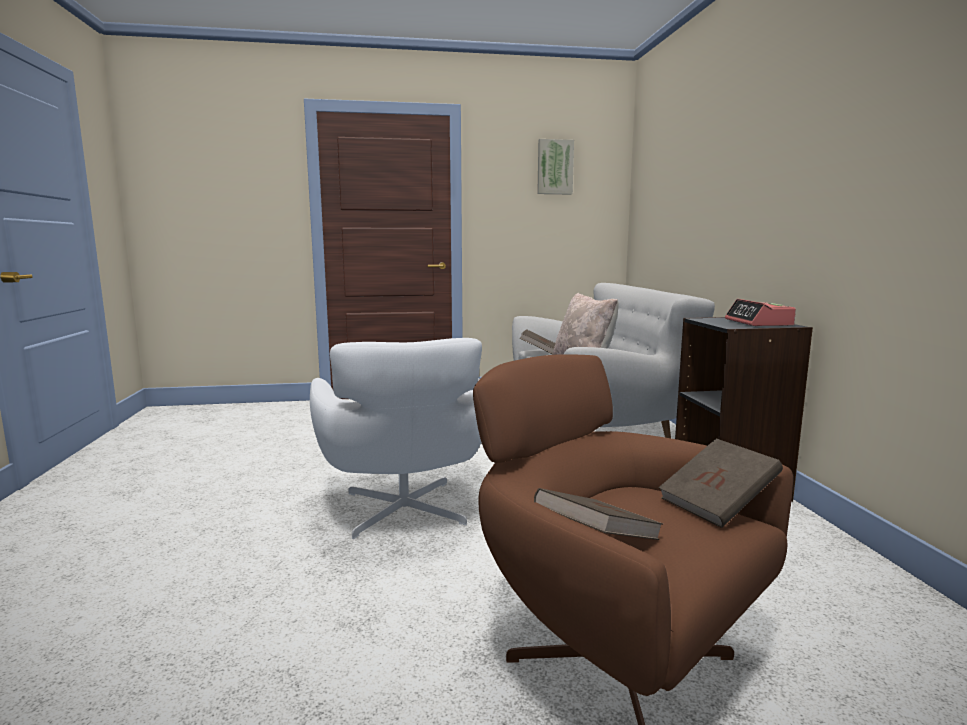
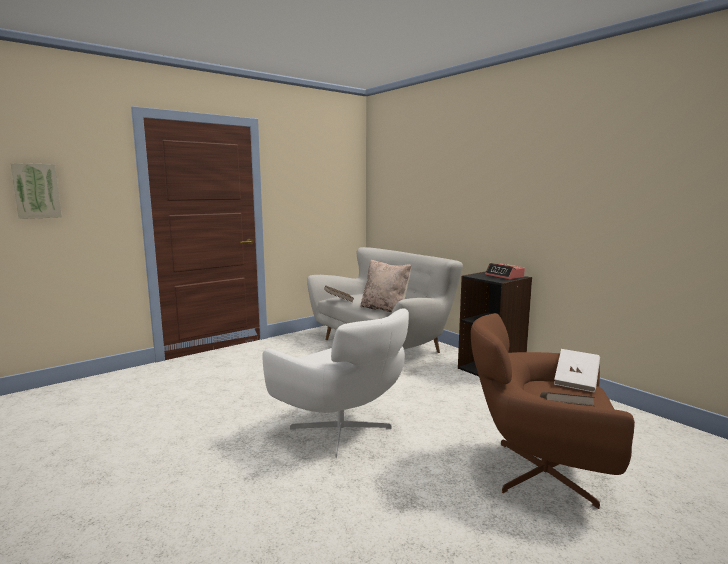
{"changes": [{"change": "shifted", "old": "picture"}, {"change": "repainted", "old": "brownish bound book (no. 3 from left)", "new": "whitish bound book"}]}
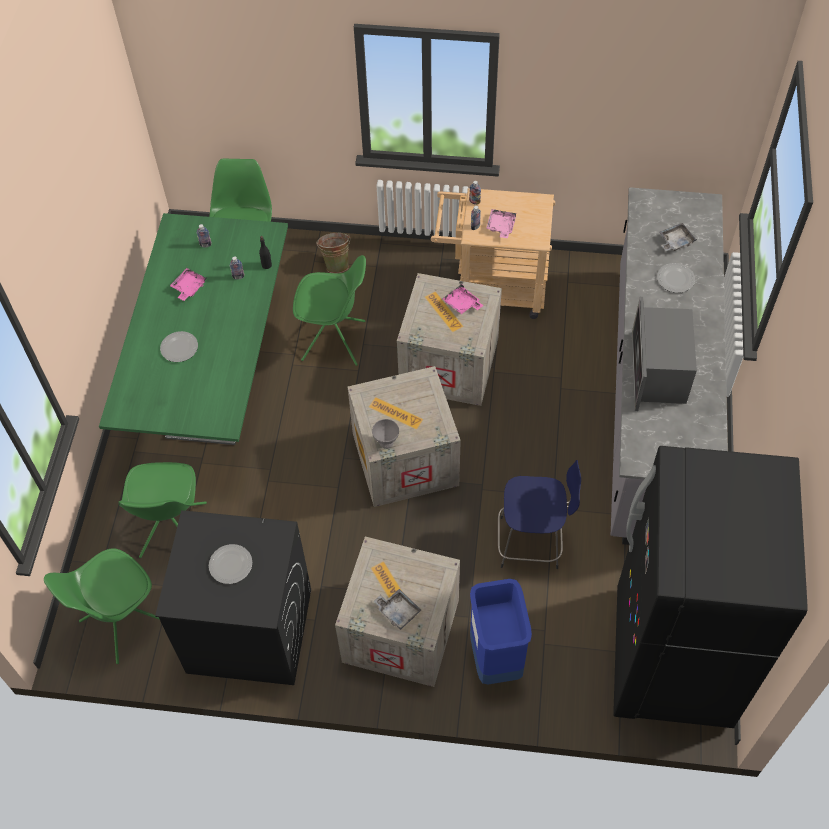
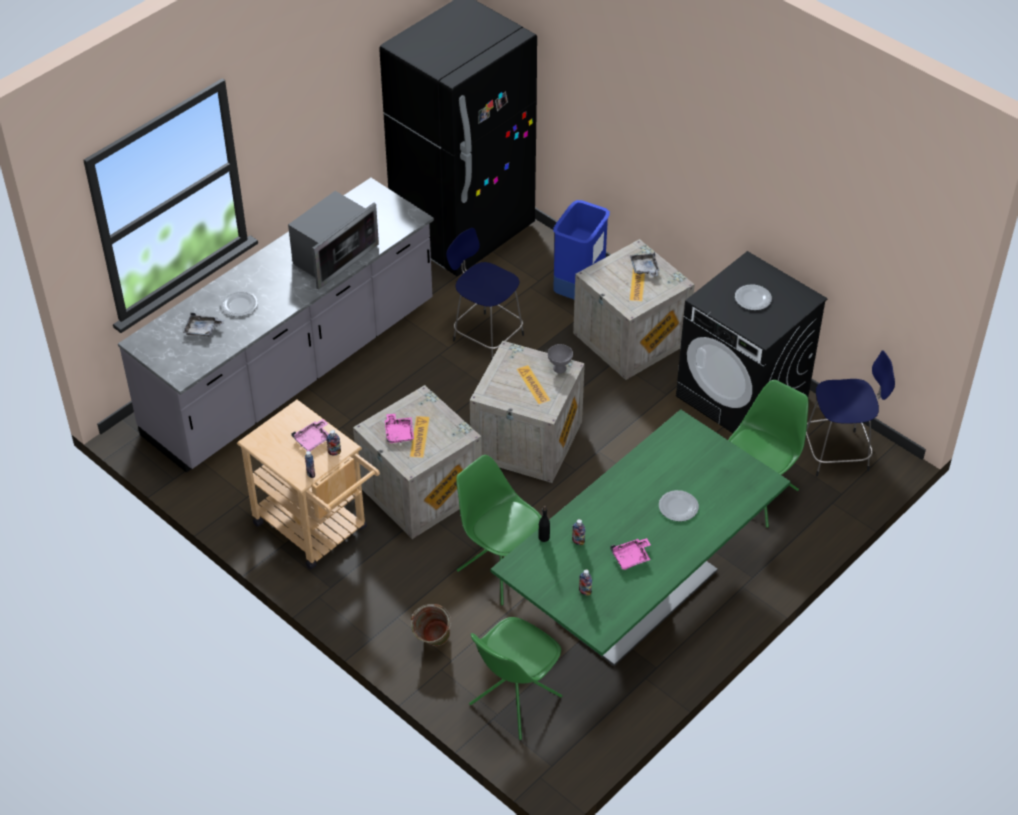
{"changes": [{"change": "swapped", "old": "green-coloured upright chair (no. 1 from left)", "new": "blue sitting stool (no. 2 from left)"}]}
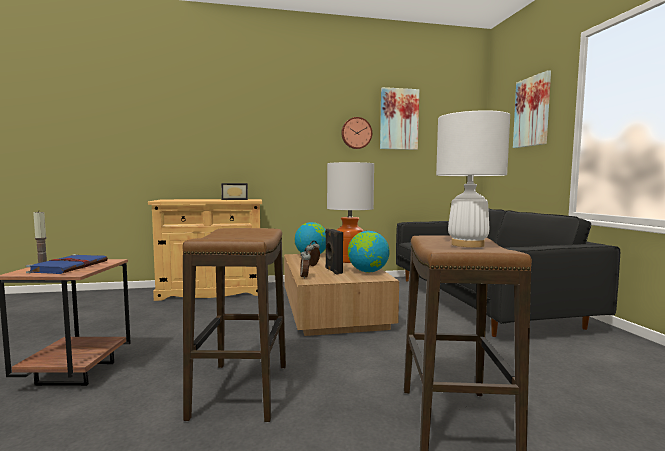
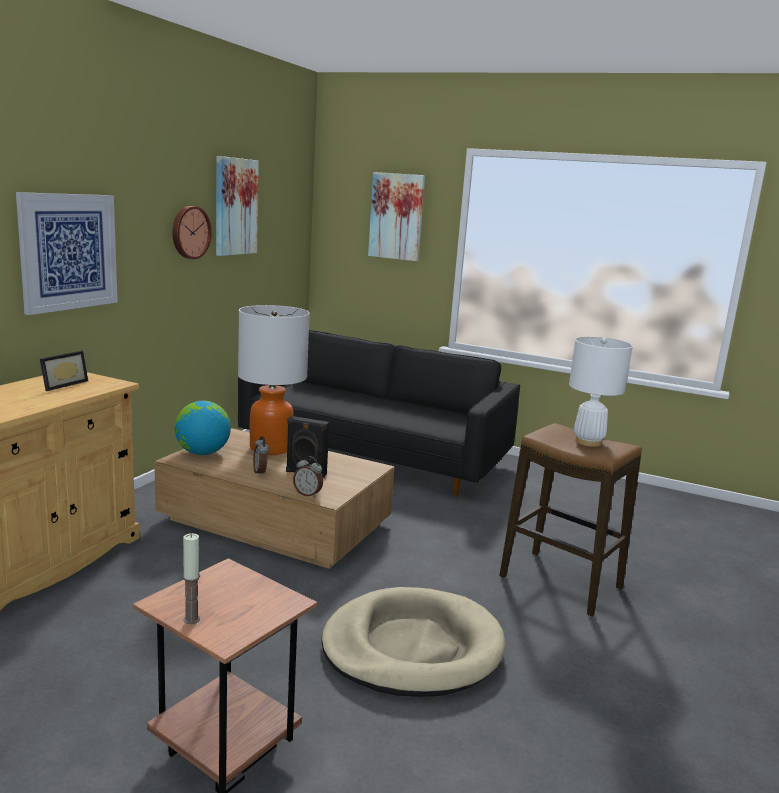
{"changes": [{"change": "new", "new": "picture (no. 1 from left)"}, {"change": "swapped", "old": "sitting stool (no. 1 from left)", "new": "beige-coloured pet bed"}, {"change": "gone", "old": "blue bound book"}, {"change": "gone", "old": "globe (no. 2 from left)"}]}
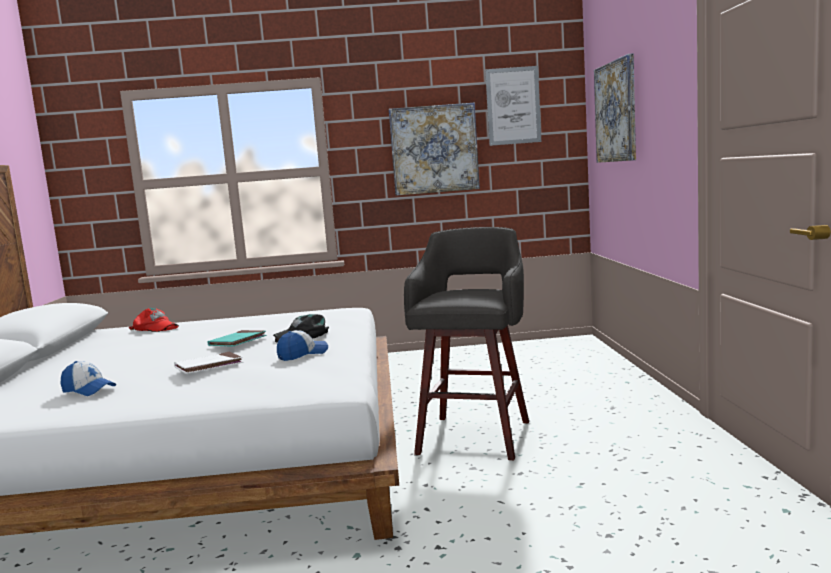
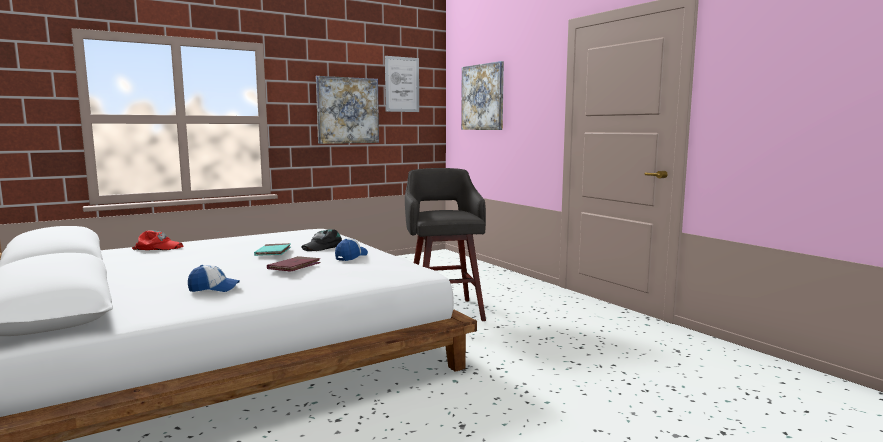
{"changes": [{"change": "repainted", "old": "whitish bound book", "new": "red-coloured bound book"}]}
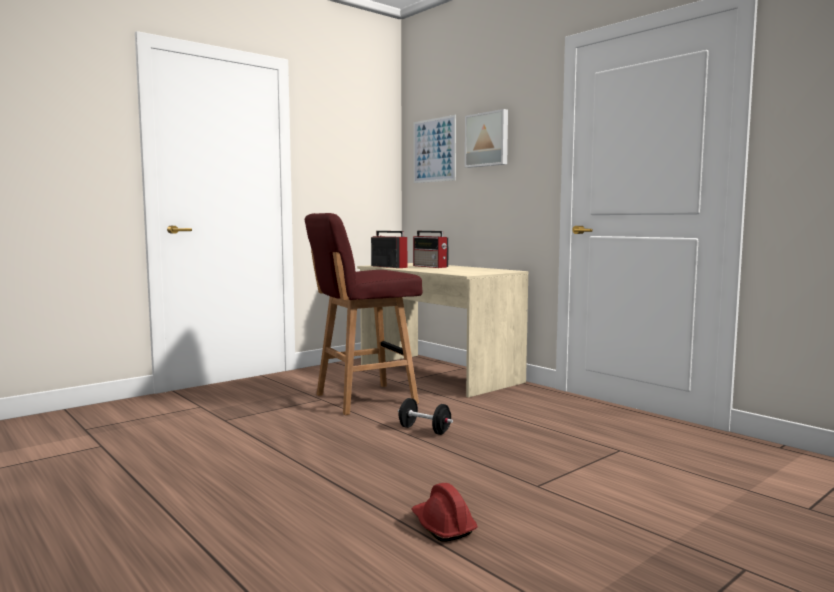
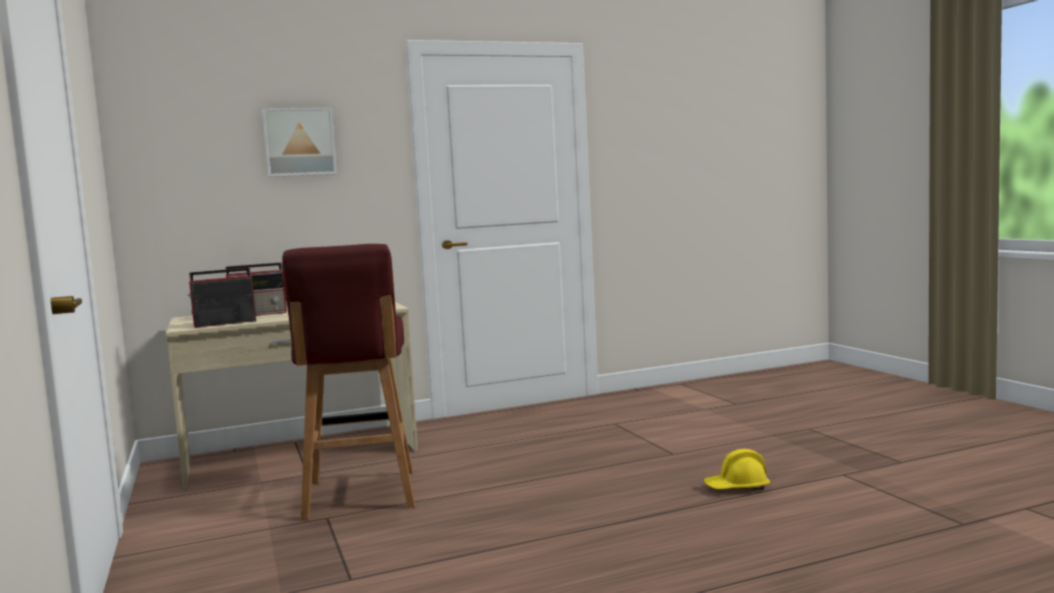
{"changes": [{"change": "repainted", "old": "red-coloured hard hat", "new": "yellow hard hat"}, {"change": "gone", "old": "black free weight"}, {"change": "gone", "old": "picture (no. 1 from left)"}]}
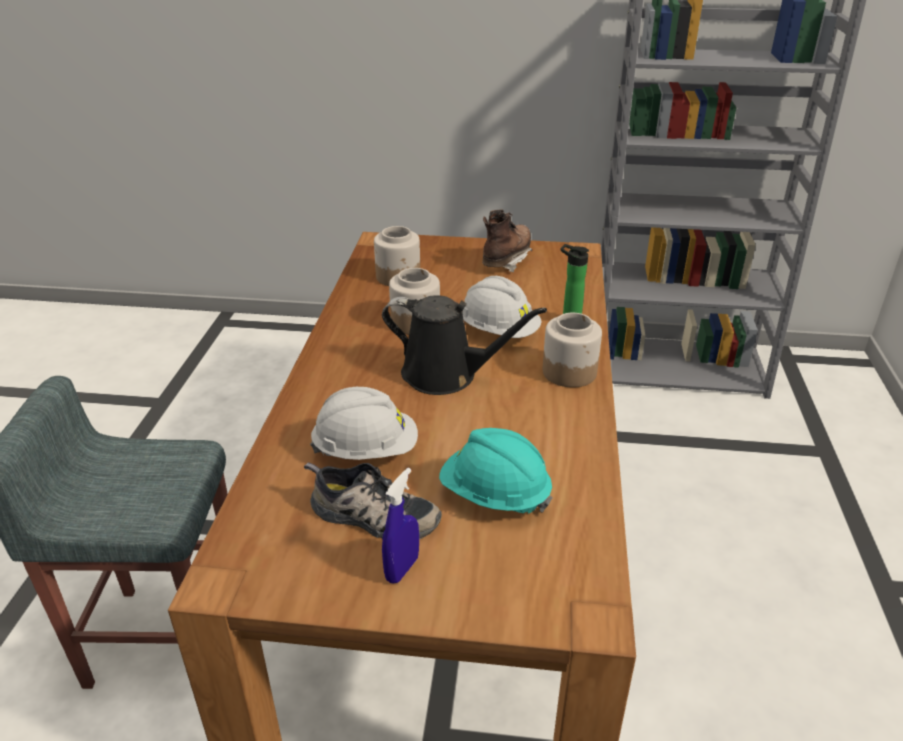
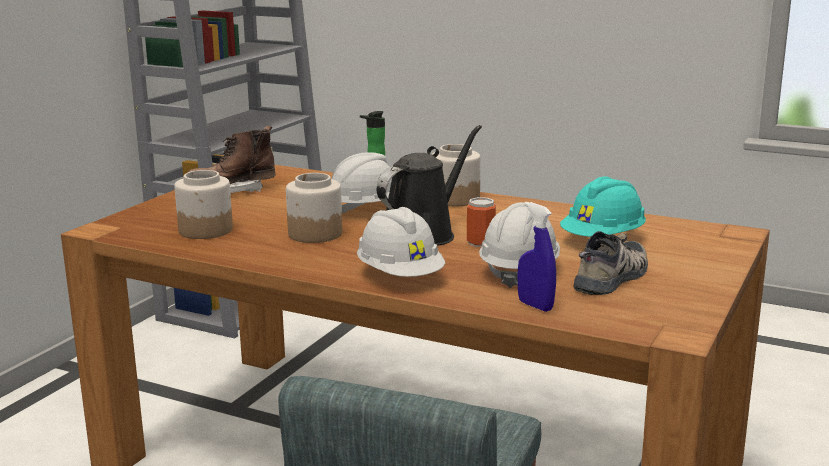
{"changes": [{"change": "rotated", "old": "brownish boot", "degrees": -75}, {"change": "new", "new": "whitish hard hat (no. 2 from left)"}, {"change": "new", "new": "can"}, {"change": "shifted", "old": "blue hand sprayer"}]}
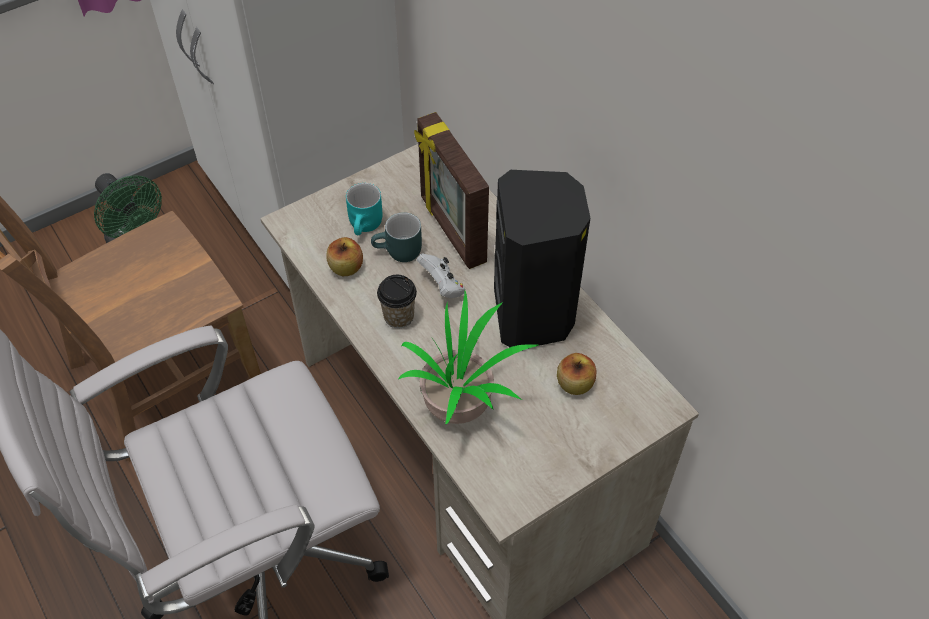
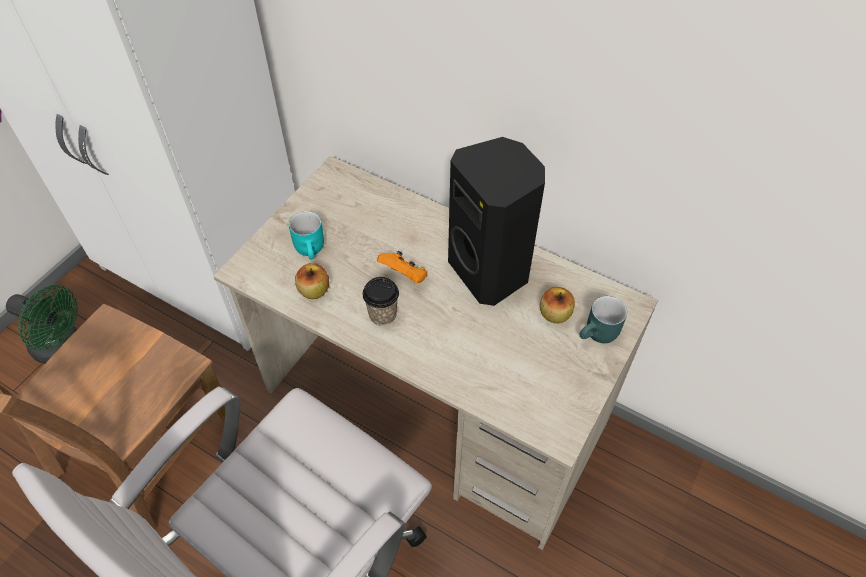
{"changes": [{"change": "repainted", "old": "whitish game controller", "new": "orange game controller"}, {"change": "shifted", "old": "turquoise tea mug (no. 2 from left)"}, {"change": "gone", "old": "potted plant"}, {"change": "gone", "old": "picture frame"}]}
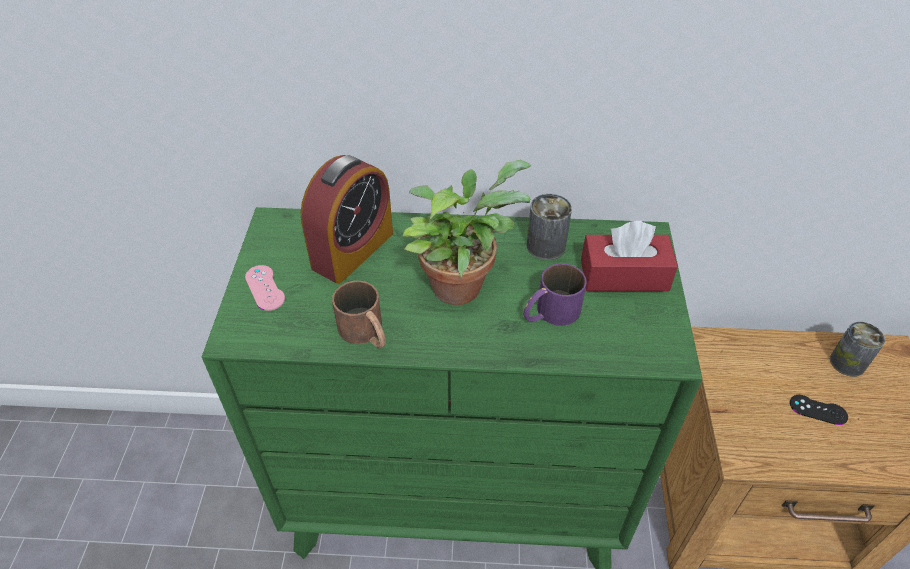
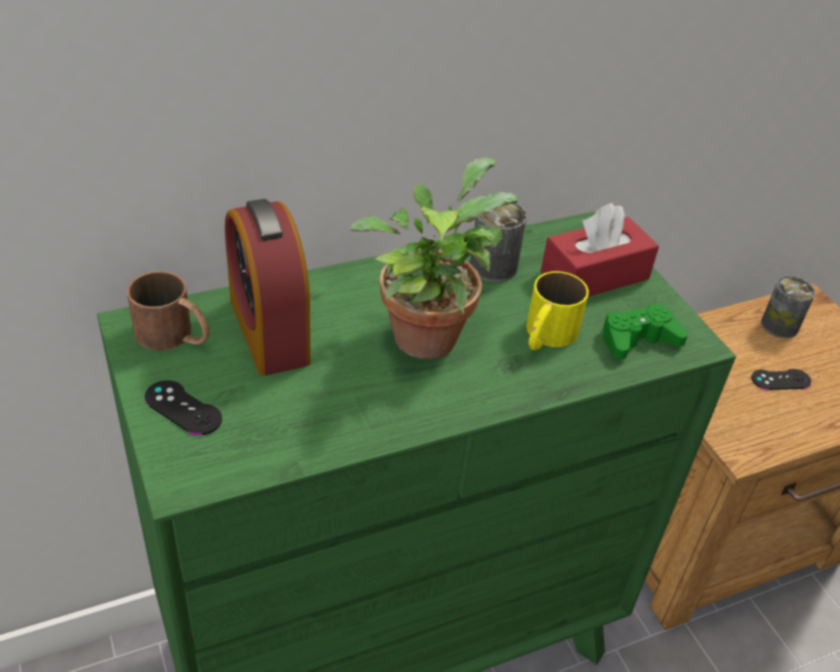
{"changes": [{"change": "shifted", "old": "brownish tea mug"}, {"change": "repainted", "old": "pinkish game controller", "new": "black game controller (no. 1 from left)"}, {"change": "rotated", "old": "table clock", "degrees": 150}, {"change": "repainted", "old": "purplish tea mug", "new": "yellow tea mug"}, {"change": "new", "new": "green-coloured game controller"}]}
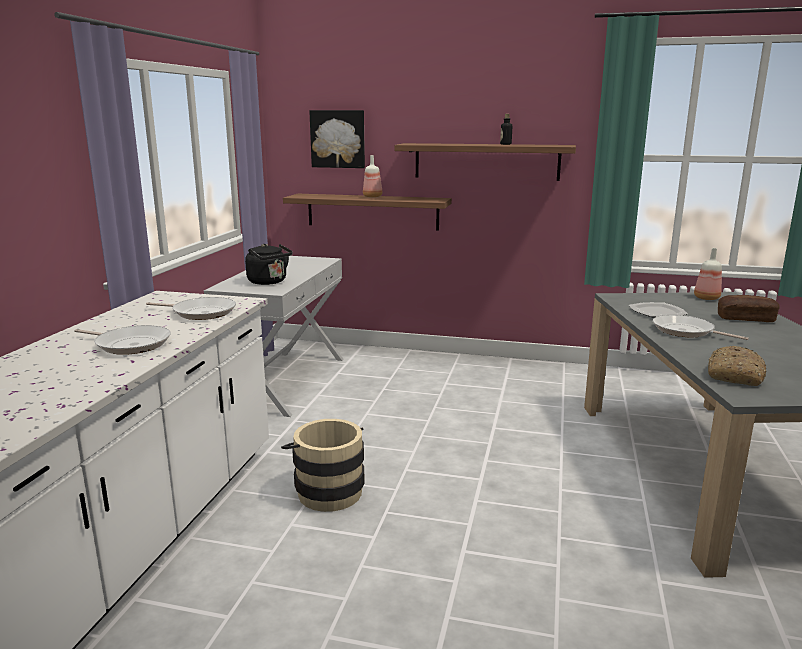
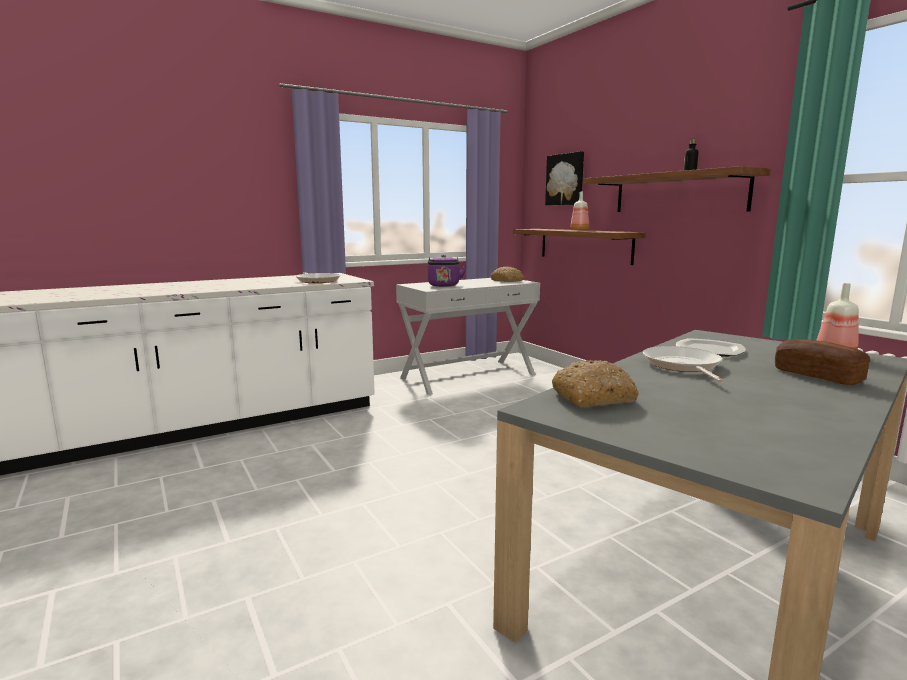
{"changes": [{"change": "repainted", "old": "black water kettle", "new": "purplish water kettle"}, {"change": "new", "new": "bakery bread (no. 1 from left)"}, {"change": "gone", "old": "skillet (no. 1 from left)"}, {"change": "gone", "old": "beige-coloured pail"}]}
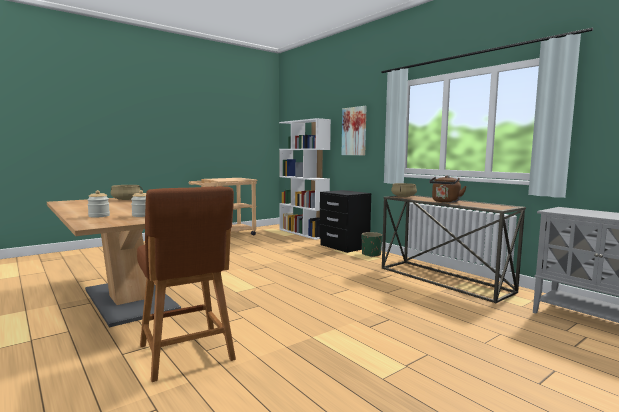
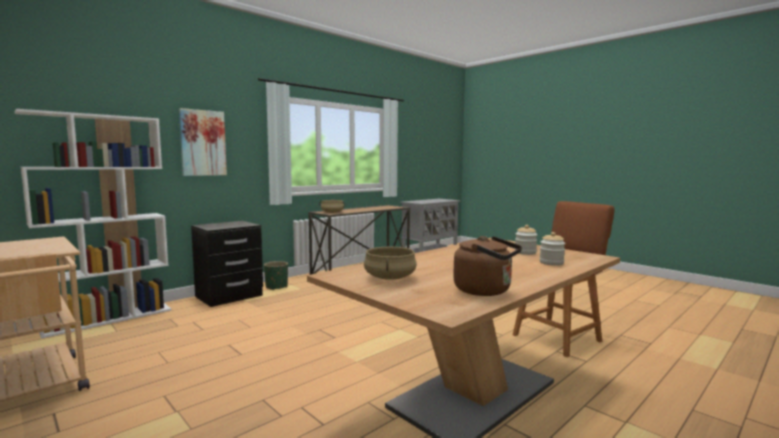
{"changes": [{"change": "shifted", "old": "brownish water kettle"}]}
